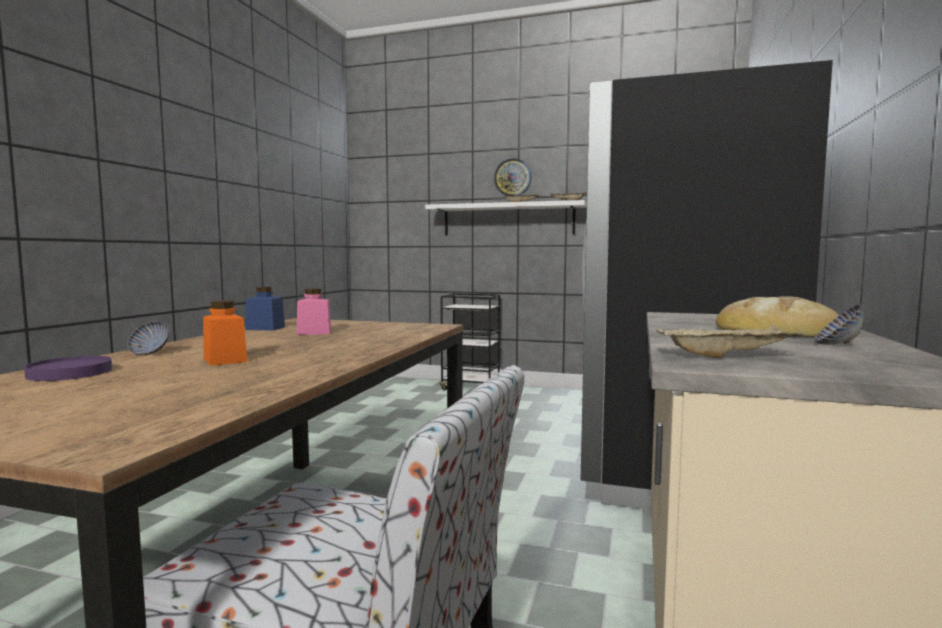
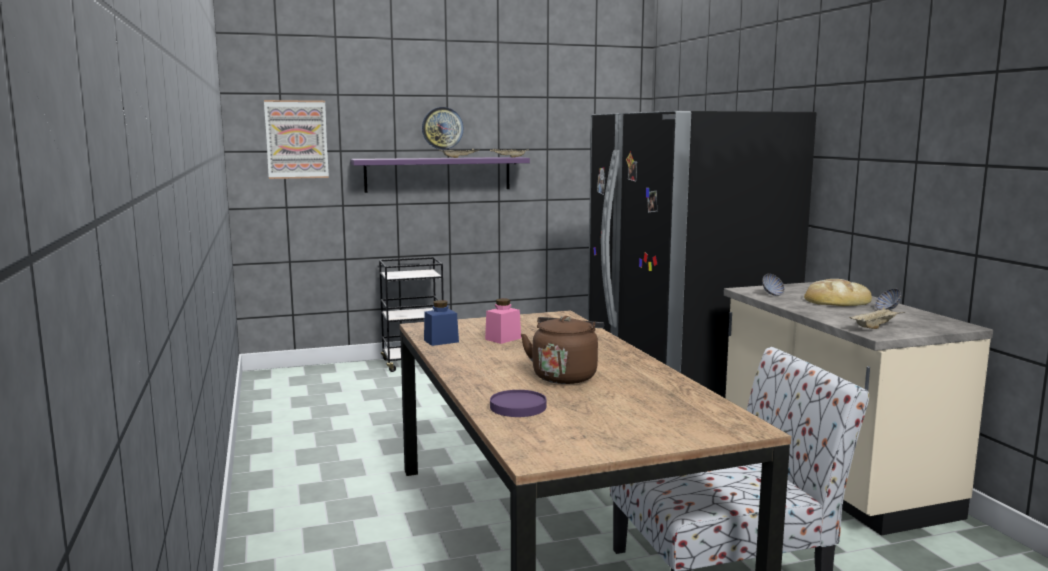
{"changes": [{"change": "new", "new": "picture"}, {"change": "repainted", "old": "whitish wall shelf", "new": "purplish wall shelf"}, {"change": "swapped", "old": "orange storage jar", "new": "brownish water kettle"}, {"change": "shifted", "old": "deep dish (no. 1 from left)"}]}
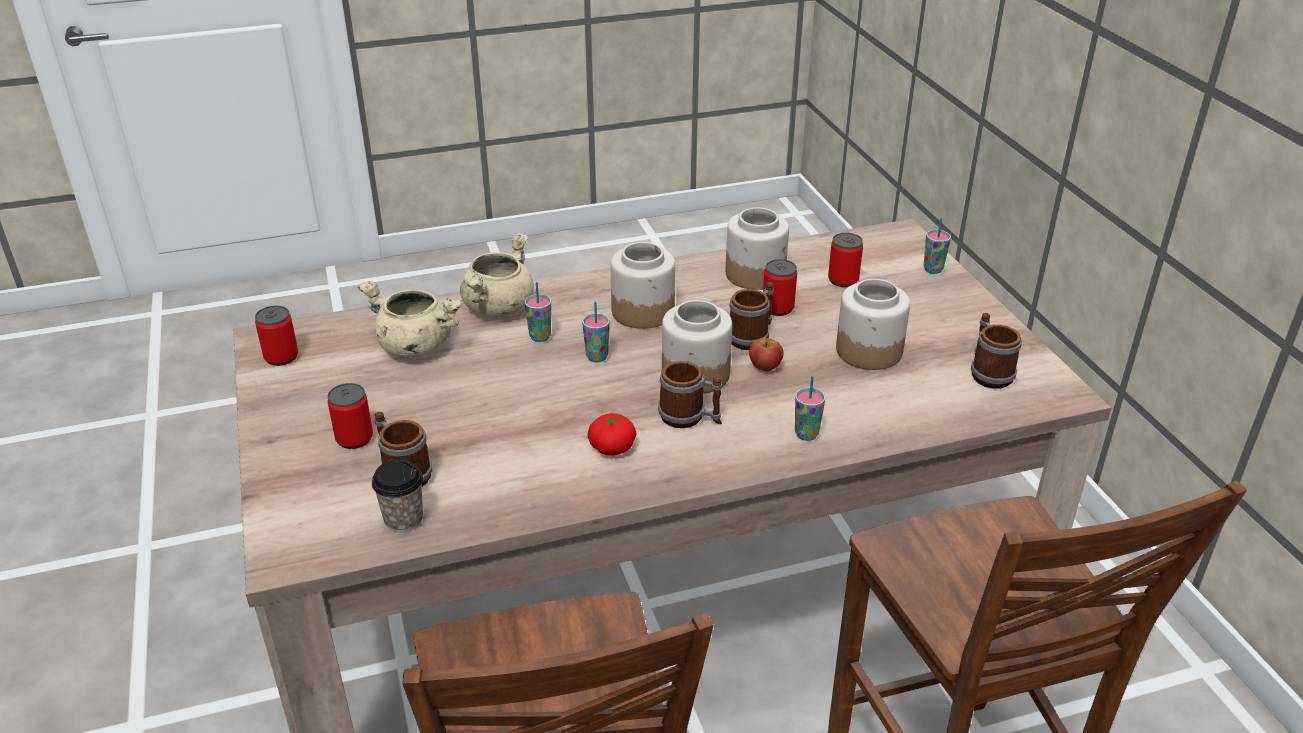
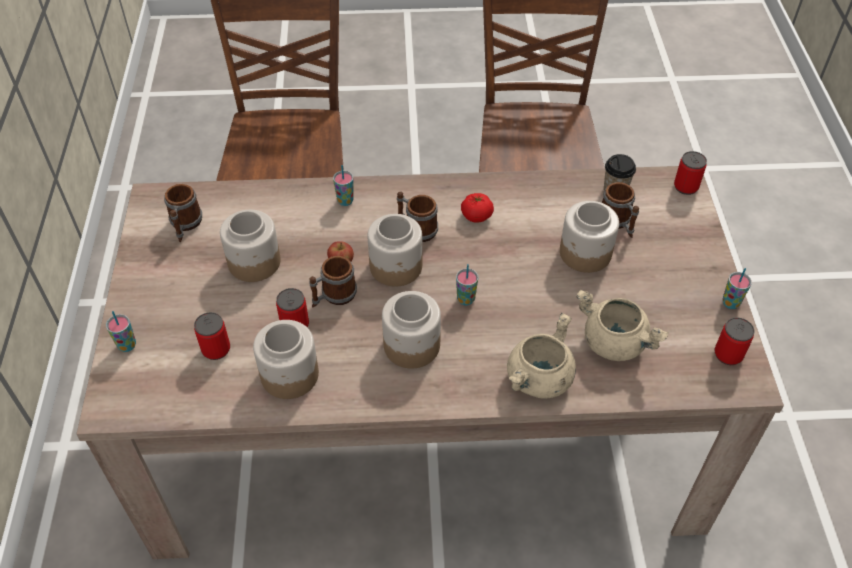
{"changes": [{"change": "new", "new": "storage jar (no. 5 from left)"}, {"change": "shifted", "old": "can (no. 2 from left in the first image)", "new": "can (no. 3 from left)"}, {"change": "shifted", "old": "cup (no. 2 from left in the first image)", "new": "cup (no. 5 from left)"}]}
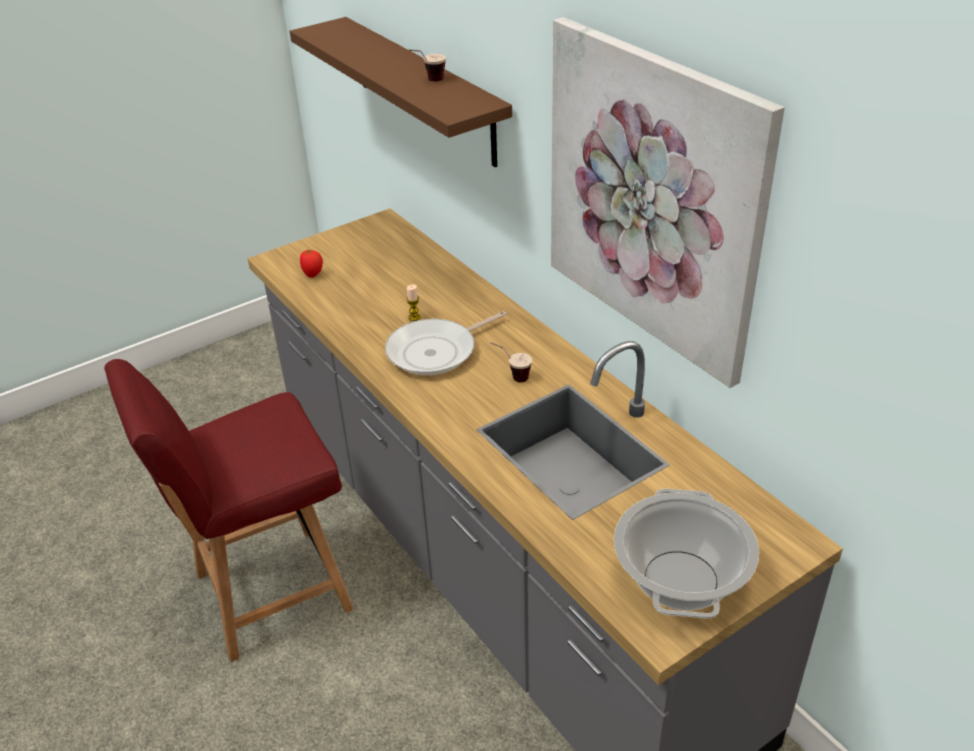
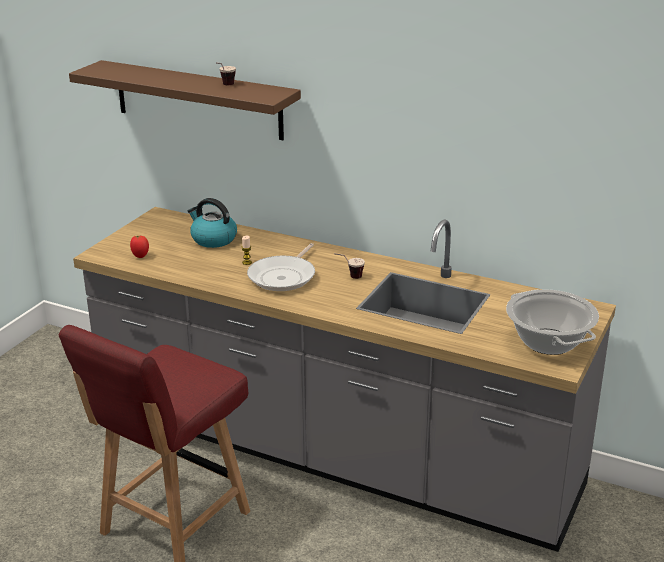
{"changes": [{"change": "new", "new": "water kettle"}, {"change": "gone", "old": "picture"}]}
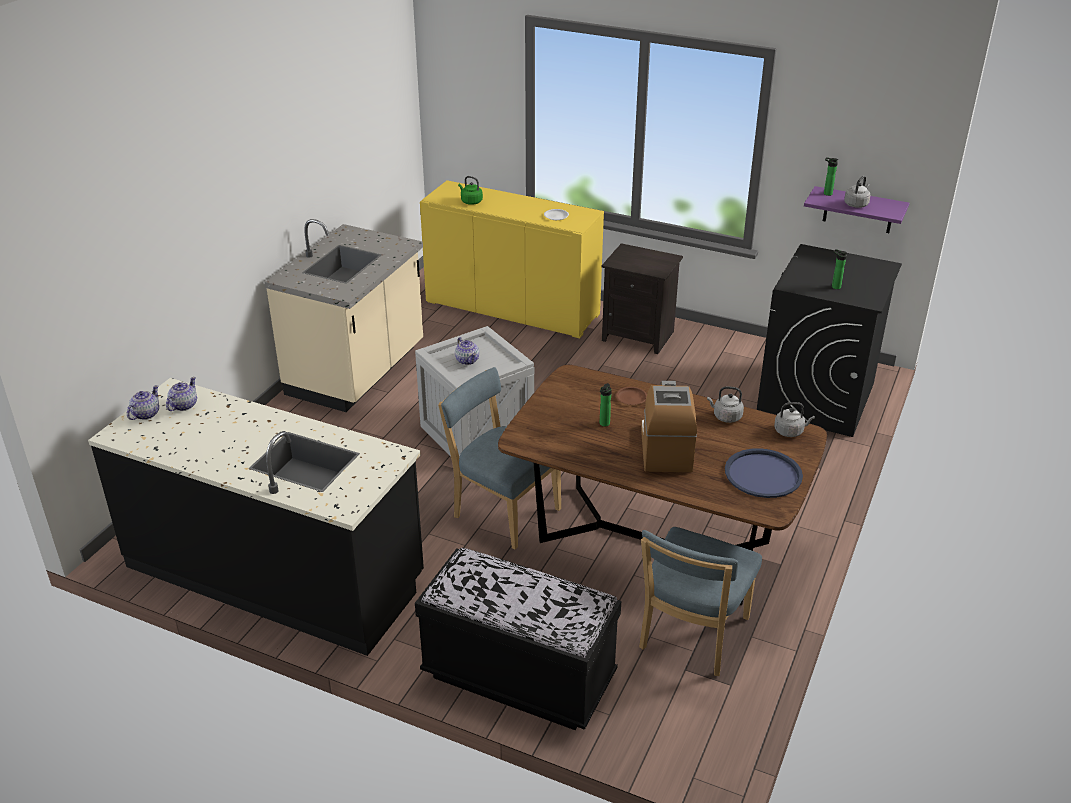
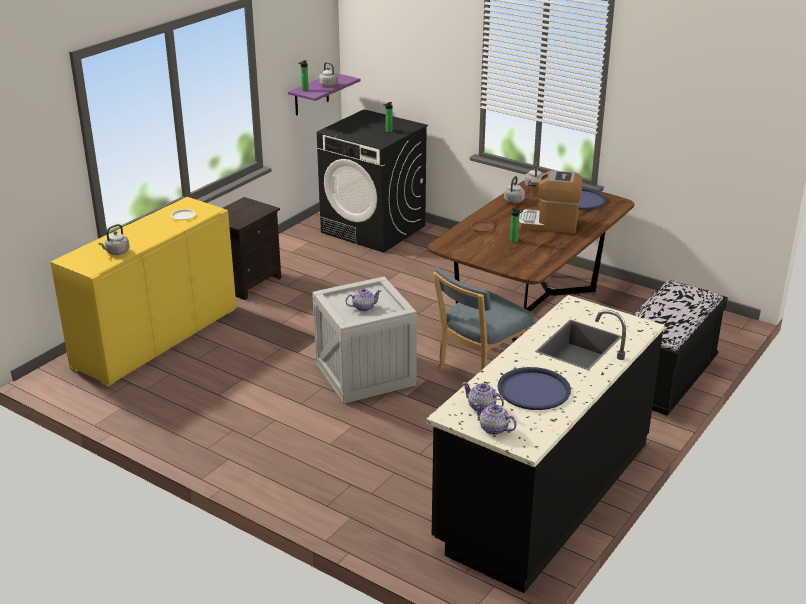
{"changes": [{"change": "repainted", "old": "green-coloured water kettle", "new": "greyish water kettle (no. 1 from left)"}, {"change": "new", "new": "blue serving tray (no. 1 from left)"}, {"change": "gone", "old": "beige-coloured kitchen base unit"}, {"change": "gone", "old": "blue upright chair (no. 2 from left)"}]}
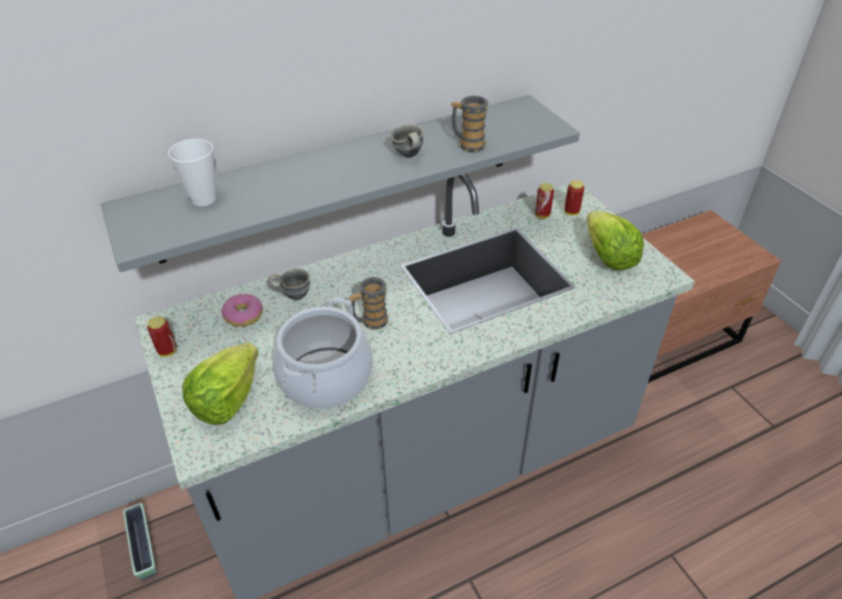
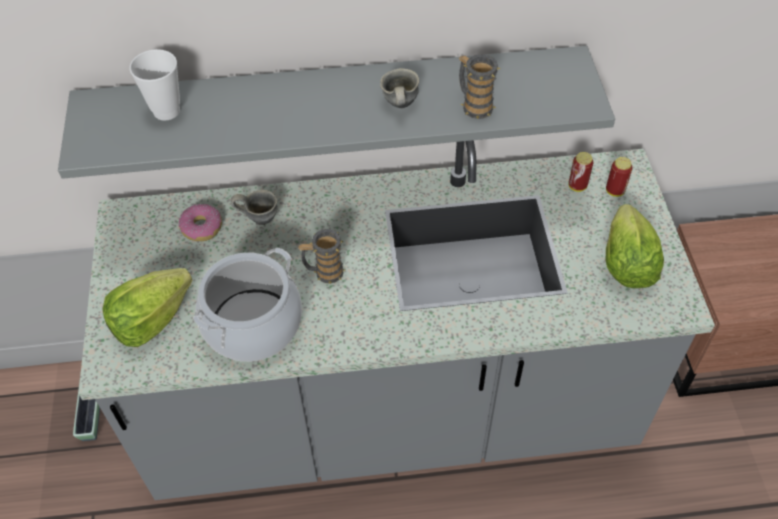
{"changes": [{"change": "gone", "old": "can (no. 1 from left)"}]}
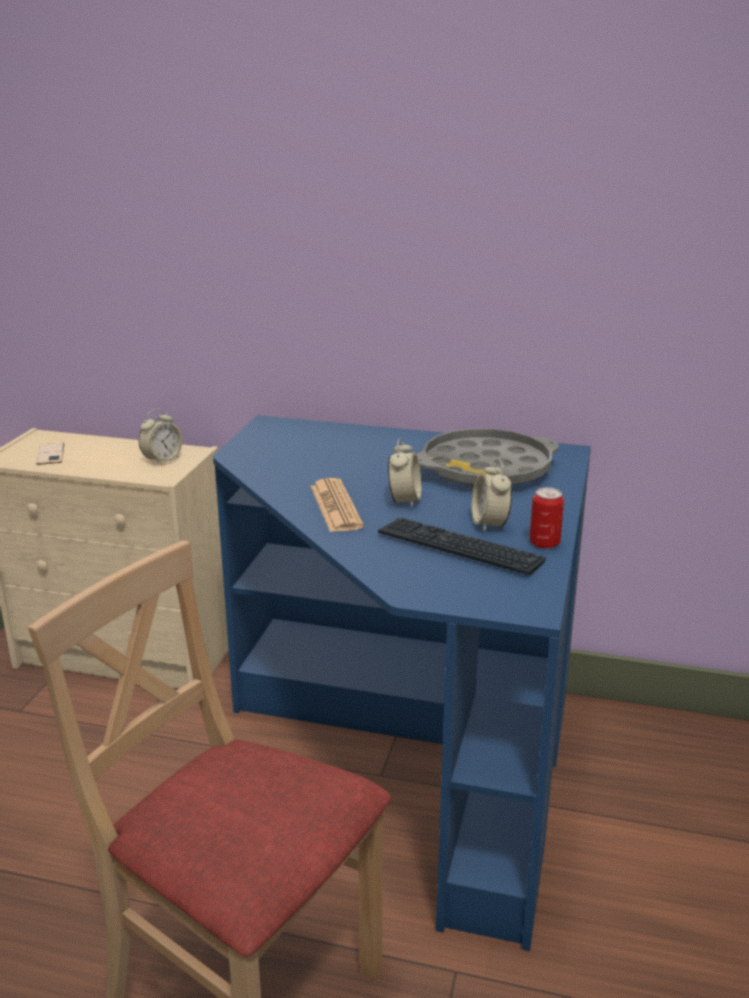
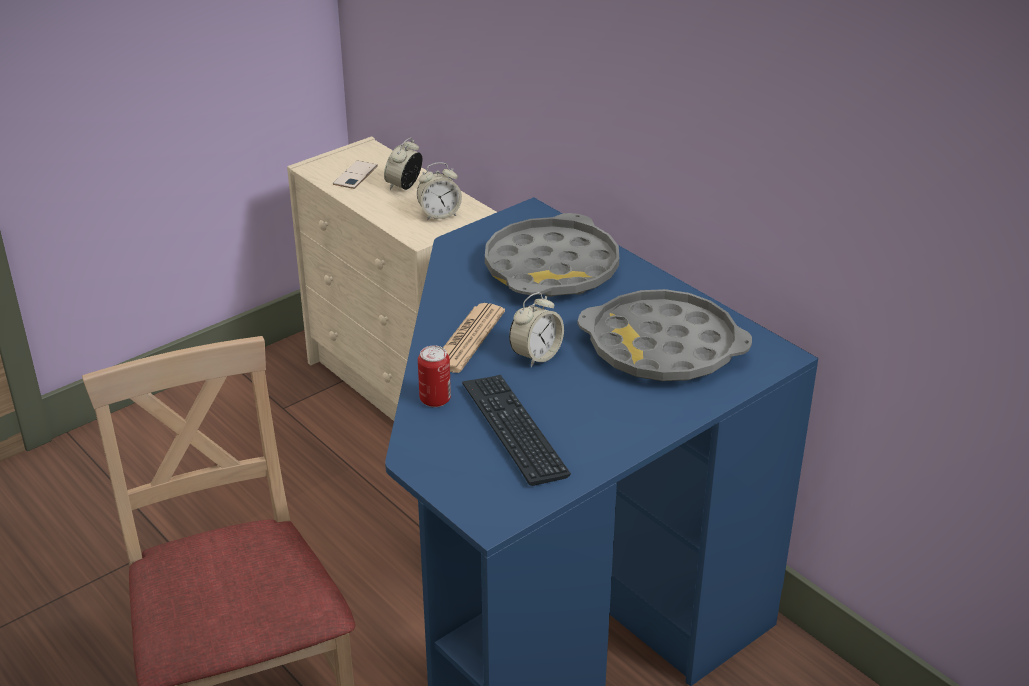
{"changes": [{"change": "shifted", "old": "table clock (no. 3 from left in the first image)", "new": "table clock (no. 1 from left)"}, {"change": "shifted", "old": "can"}, {"change": "new", "new": "greyish serving tray (no. 1 from left)"}]}
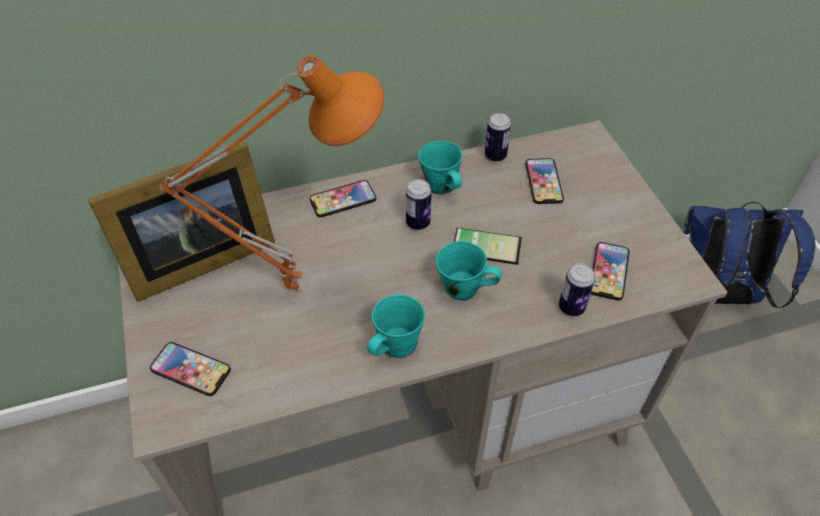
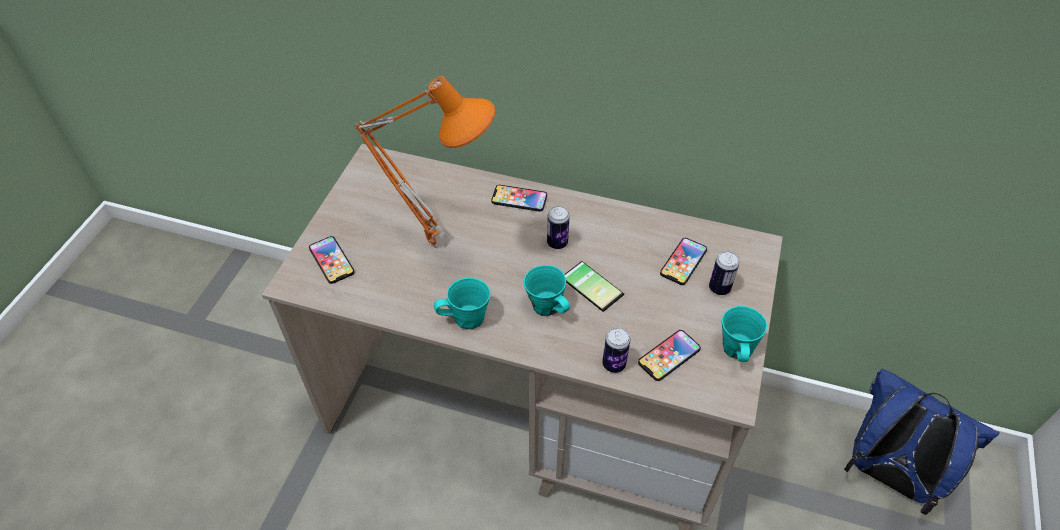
{"changes": [{"change": "shifted", "old": "can (no. 2 from left in the first image)", "new": "can (no. 3 from left)"}, {"change": "shifted", "old": "turquoise tea mug (no. 2 from left in the first image)", "new": "turquoise tea mug (no. 3 from left)"}, {"change": "gone", "old": "picture frame"}]}
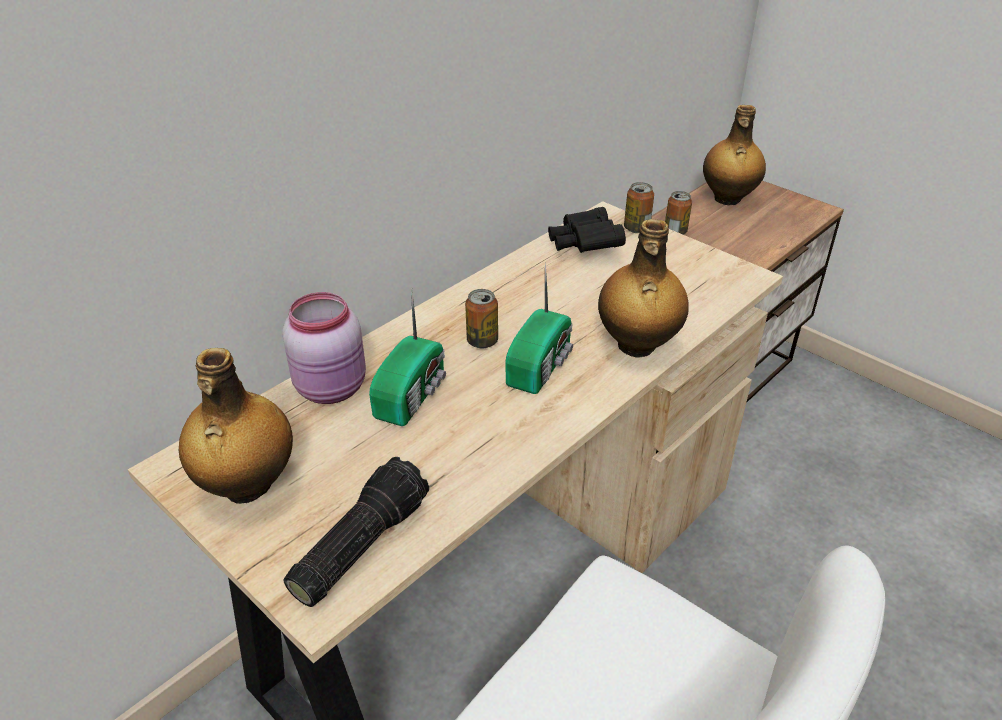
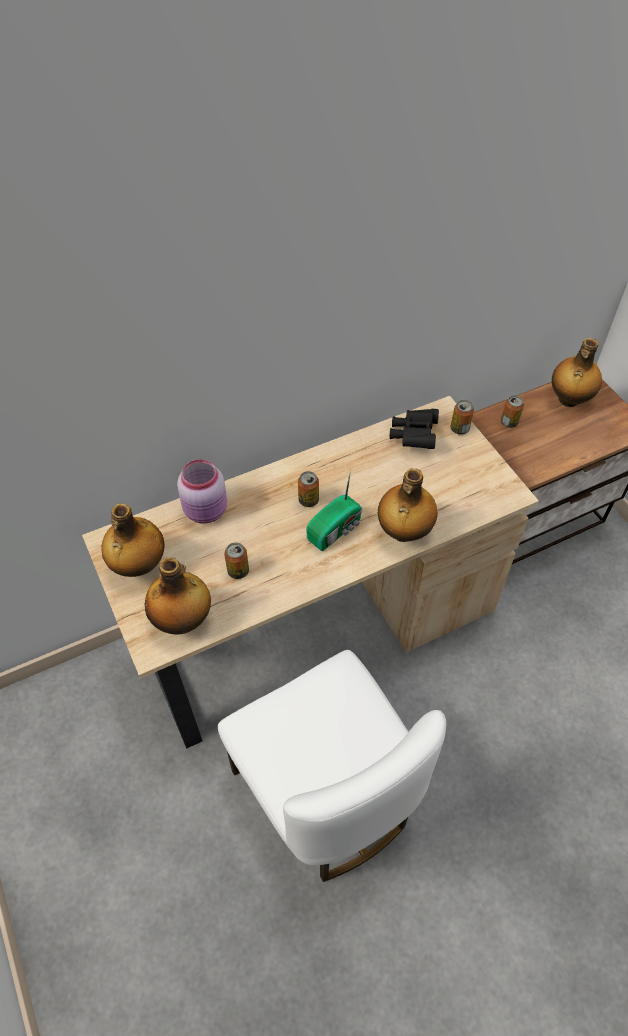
{"changes": [{"change": "swapped", "old": "flashlight", "new": "drink bottle (no. 2 from left)"}, {"change": "new", "new": "can (no. 1 from left)"}, {"change": "gone", "old": "radio set (no. 1 from left)"}]}
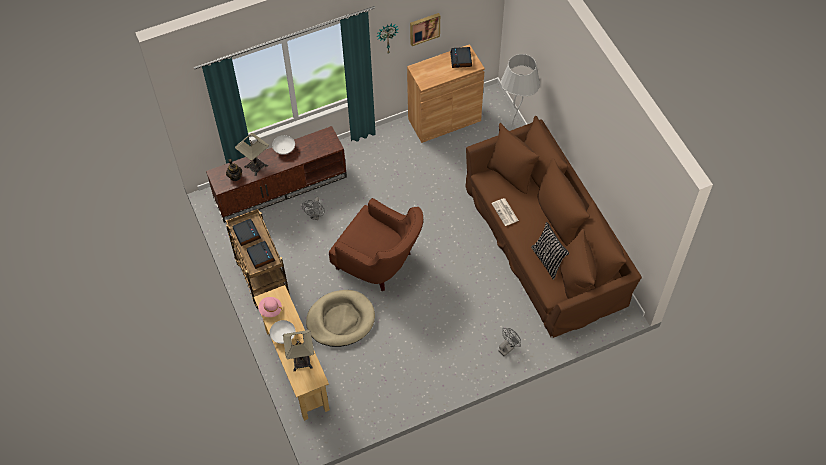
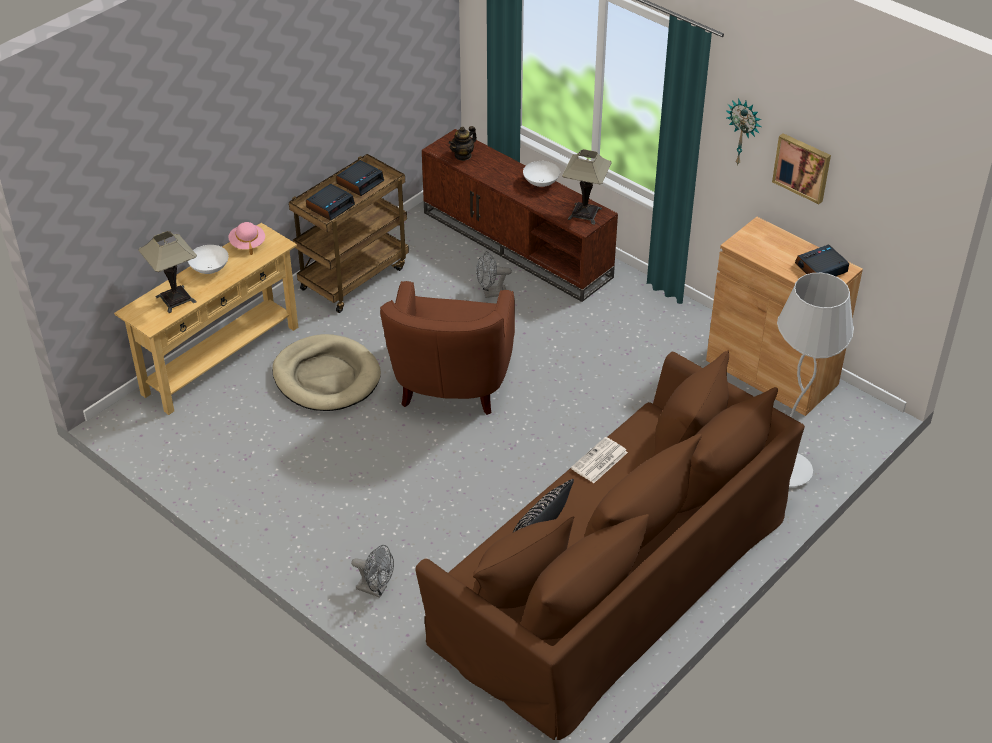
{"changes": [{"change": "shifted", "old": "tabletop lamp (no. 1 from left in the first image)", "new": "tabletop lamp (no. 2 from left)"}]}
